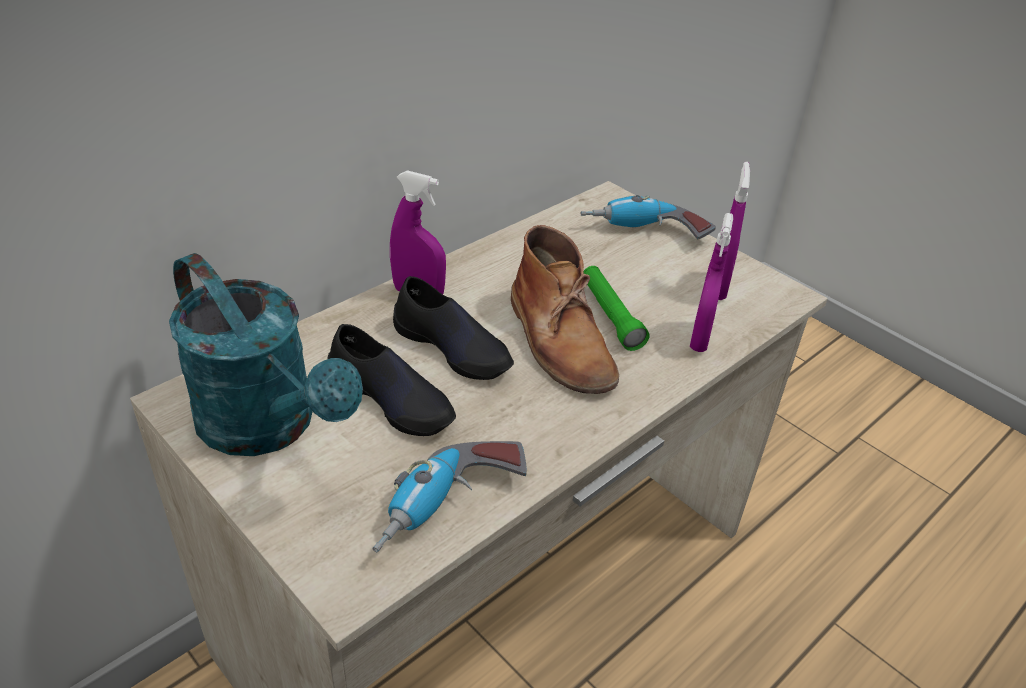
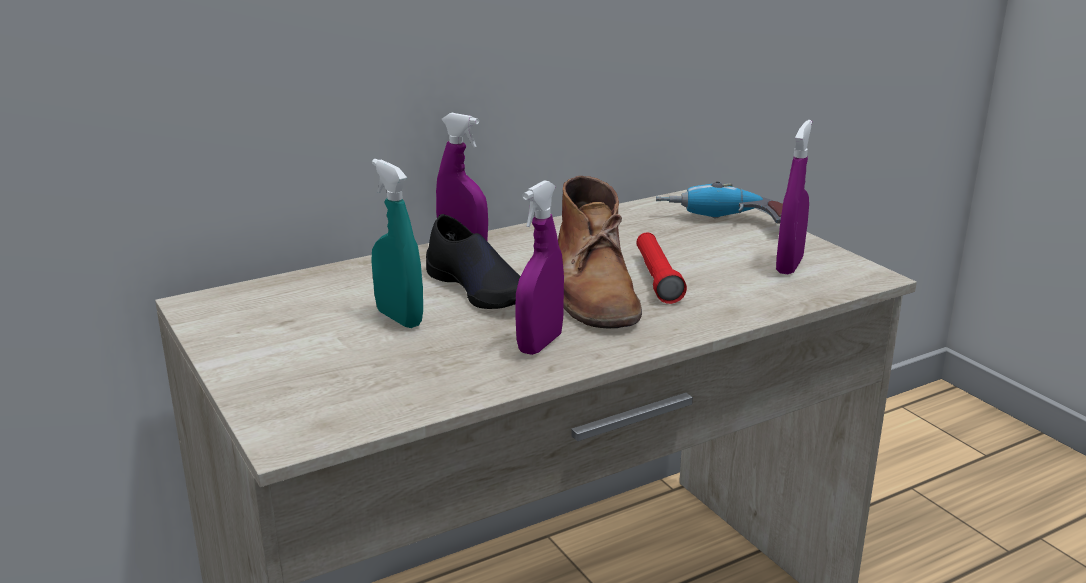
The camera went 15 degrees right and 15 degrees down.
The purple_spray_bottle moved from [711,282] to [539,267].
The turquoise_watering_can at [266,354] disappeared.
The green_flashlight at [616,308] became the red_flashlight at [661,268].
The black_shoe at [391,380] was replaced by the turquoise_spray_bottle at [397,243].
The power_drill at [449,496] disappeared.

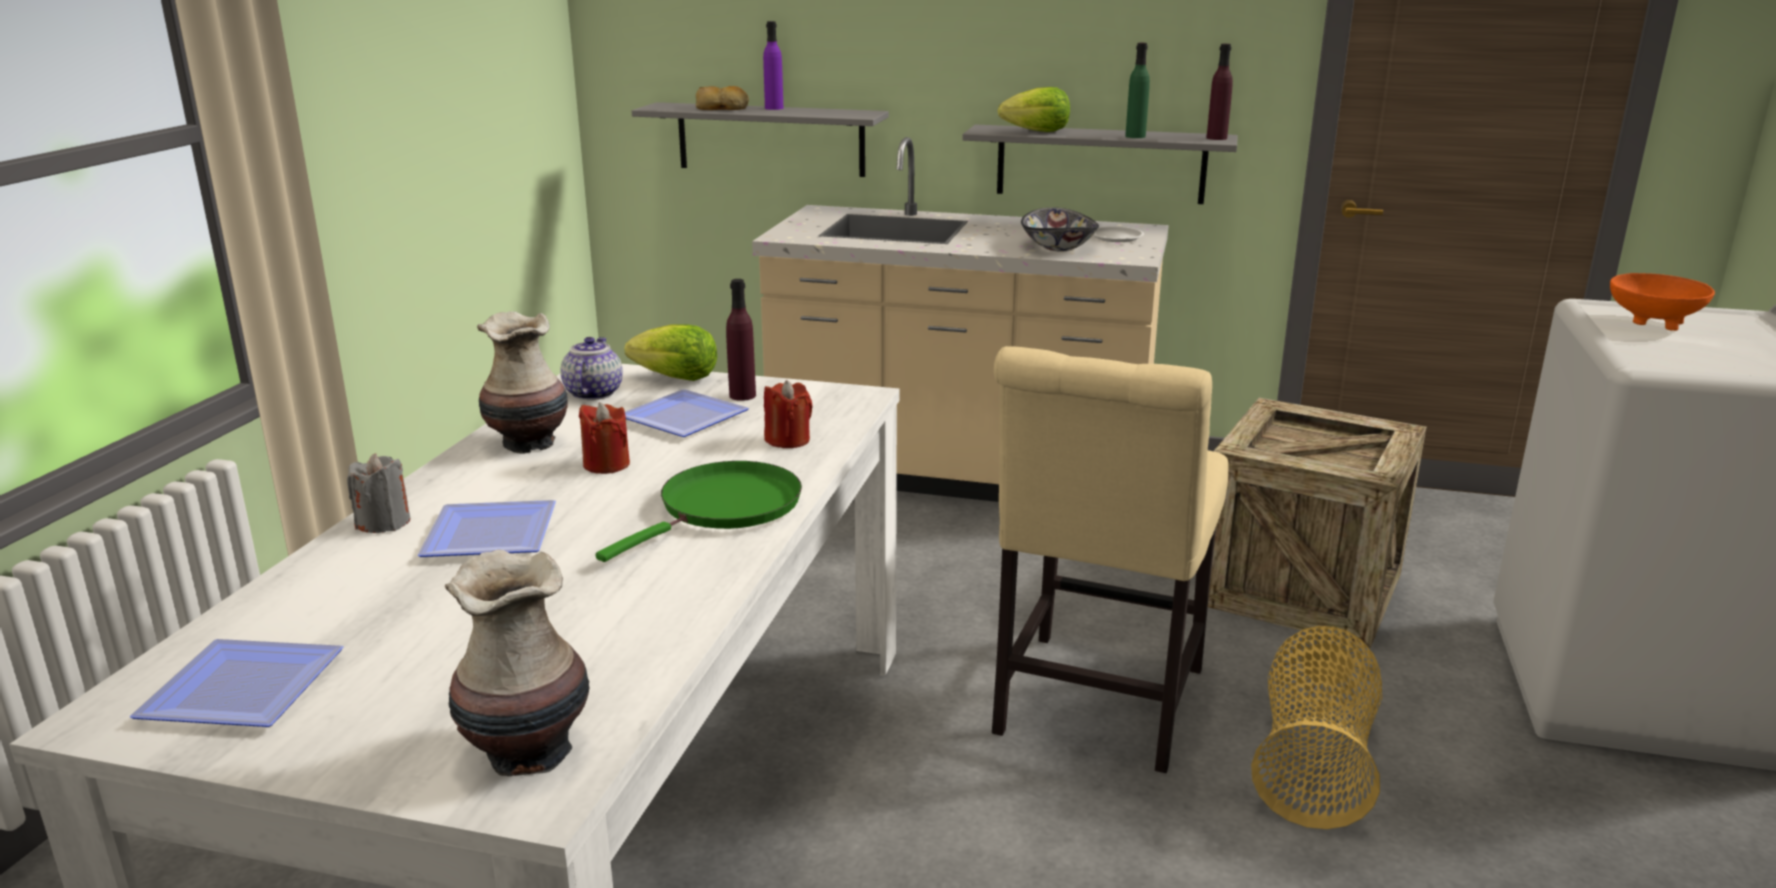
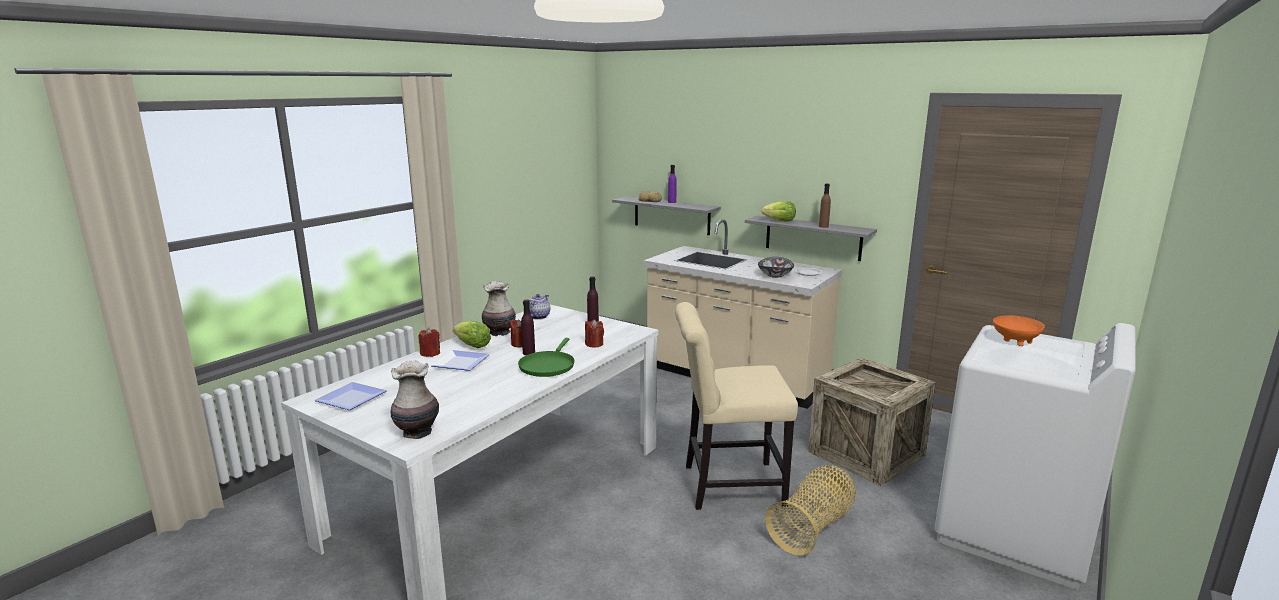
The camera went 20 degrees right and 5 degrees down.
The green_bottle at [1137,90] became the brown_bottle at [825,205].
The purple_bottle moved from [1219,92] to [528,327].
The lettuce moved from [670,352] to [472,334].
The beige_chair at [1110,559] turned 45 degrees clockwise.
The plate at [687,413] disappeared.
The grey_candle at [378,493] became the red_candle at [429,342].
The green_frying_pan at [699,511] turned 135 degrees clockwise.

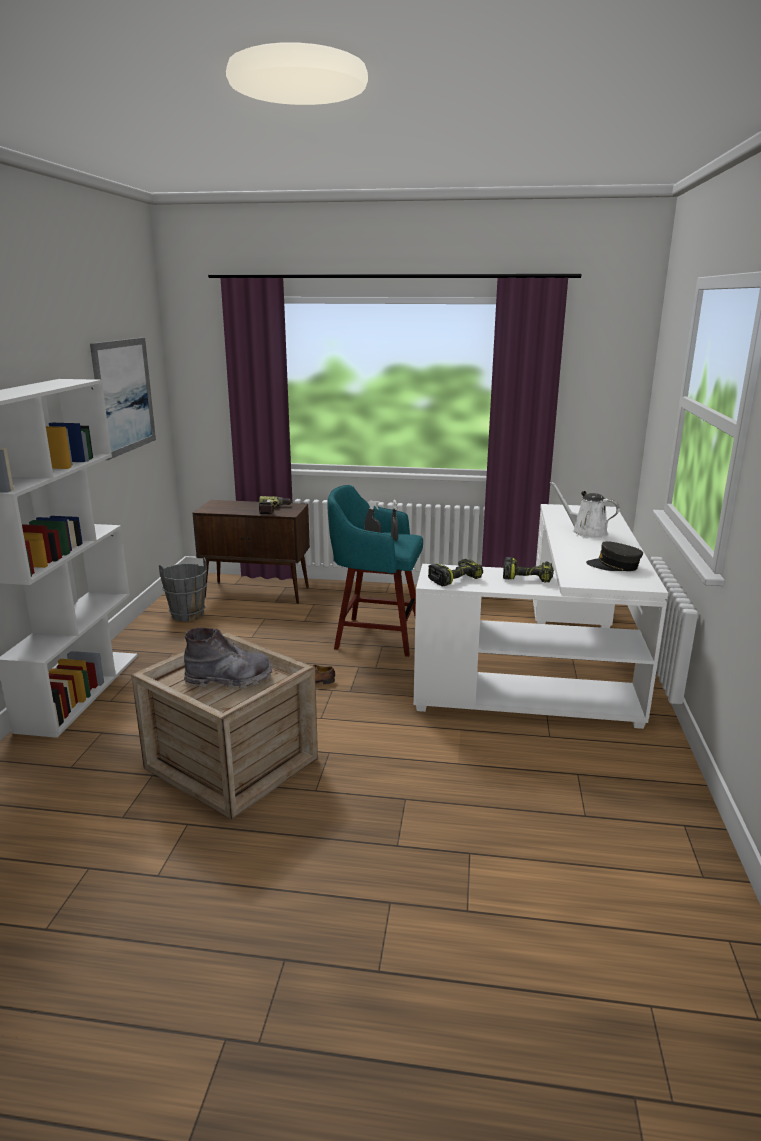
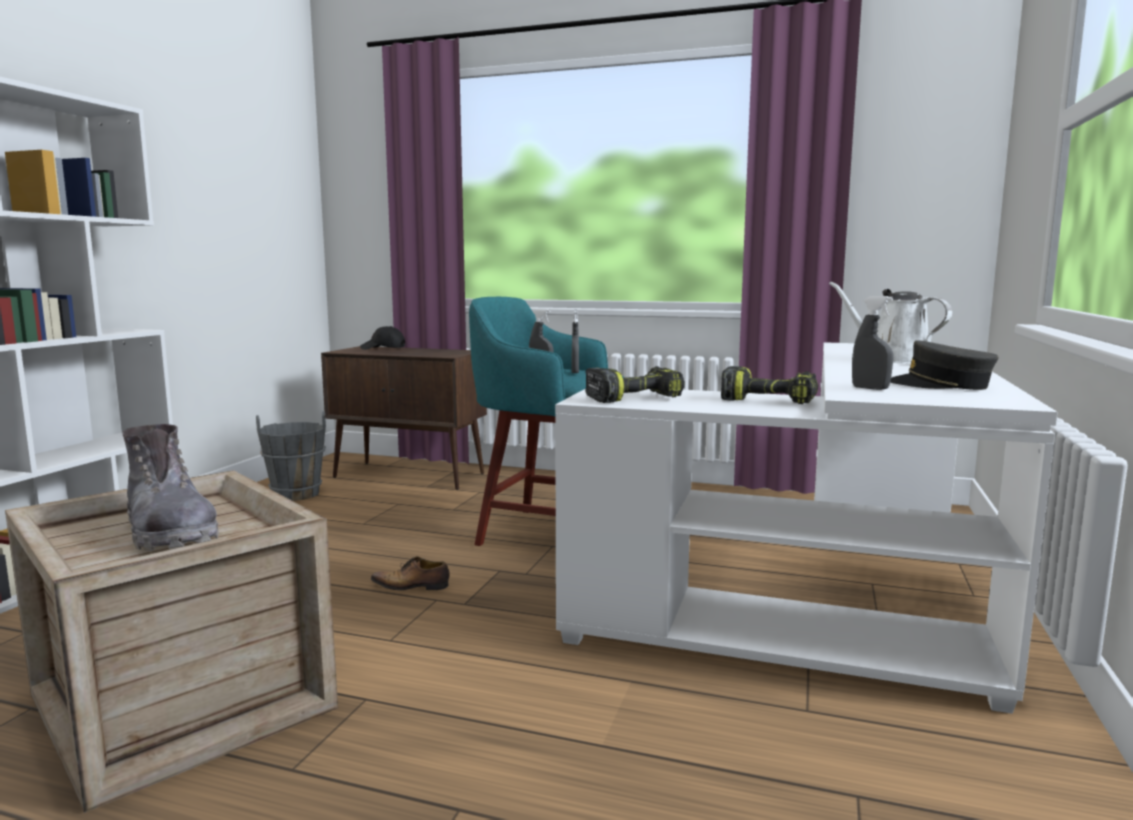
The camera went 10 degrees right and 10 degrees down.
The picture at [123,399] disappeared.
The power_drill at [275,505] disappeared.
The grey_boot at [228,658] turned 45 degrees clockwise.
The grey_spray_bottle at [872,343] appeared.
The black_cap at [382,338] appeared.

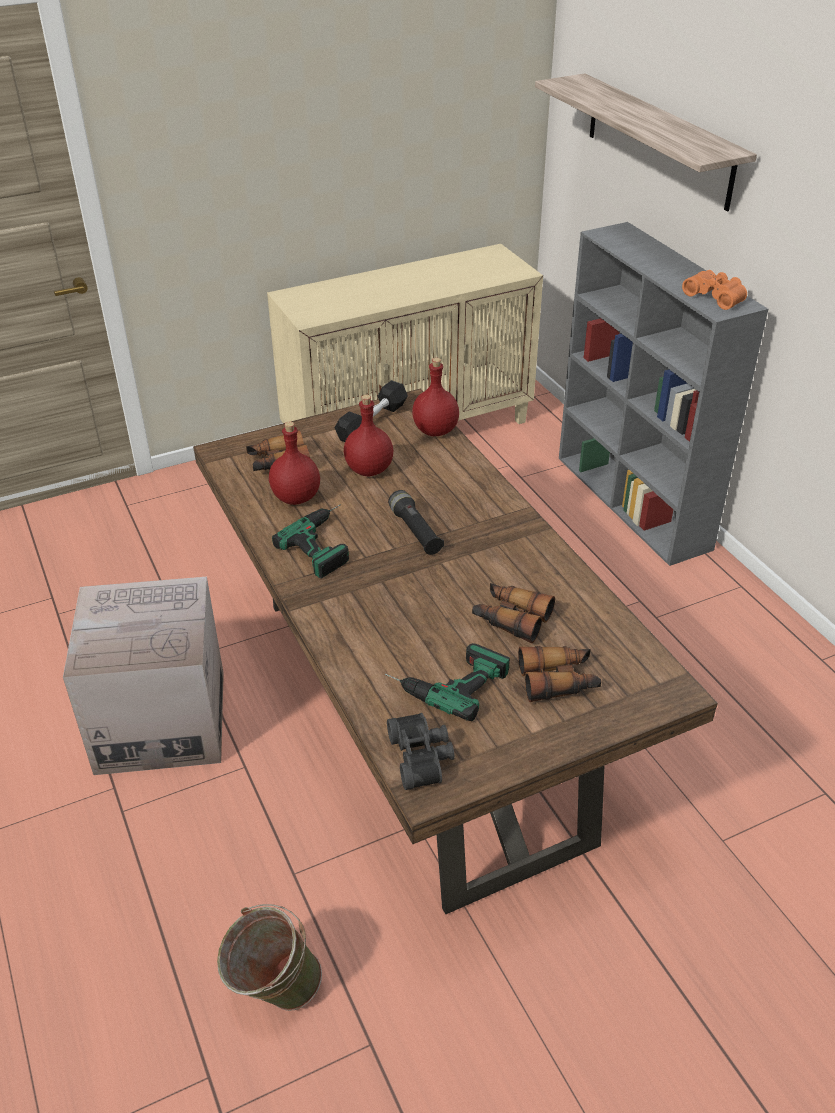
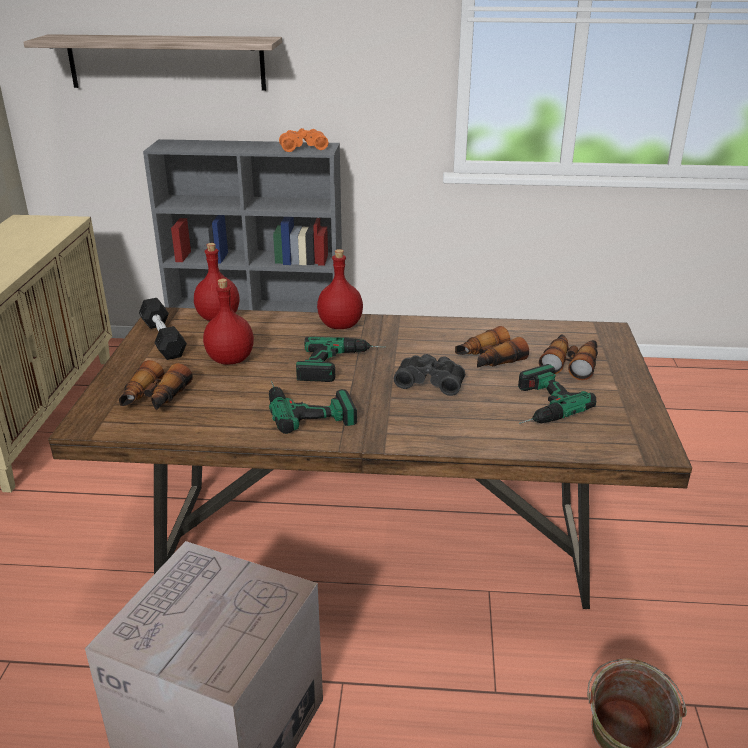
The camera went 60 degrees left and 10 degrees down.
The red_bottle moved from [294,463] to [340,289].
The black_flashlight at [416,522] was replaced by the power_drill at [340,359].
The black_binoculars moved from [421,751] to [429,375].

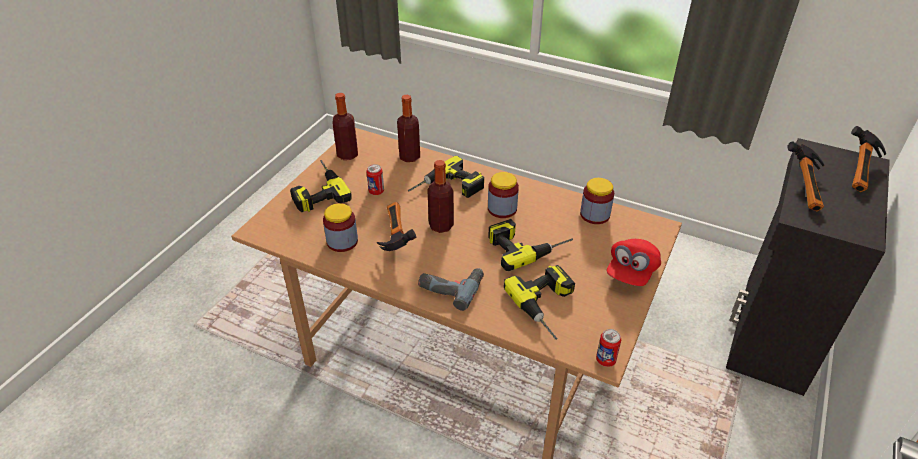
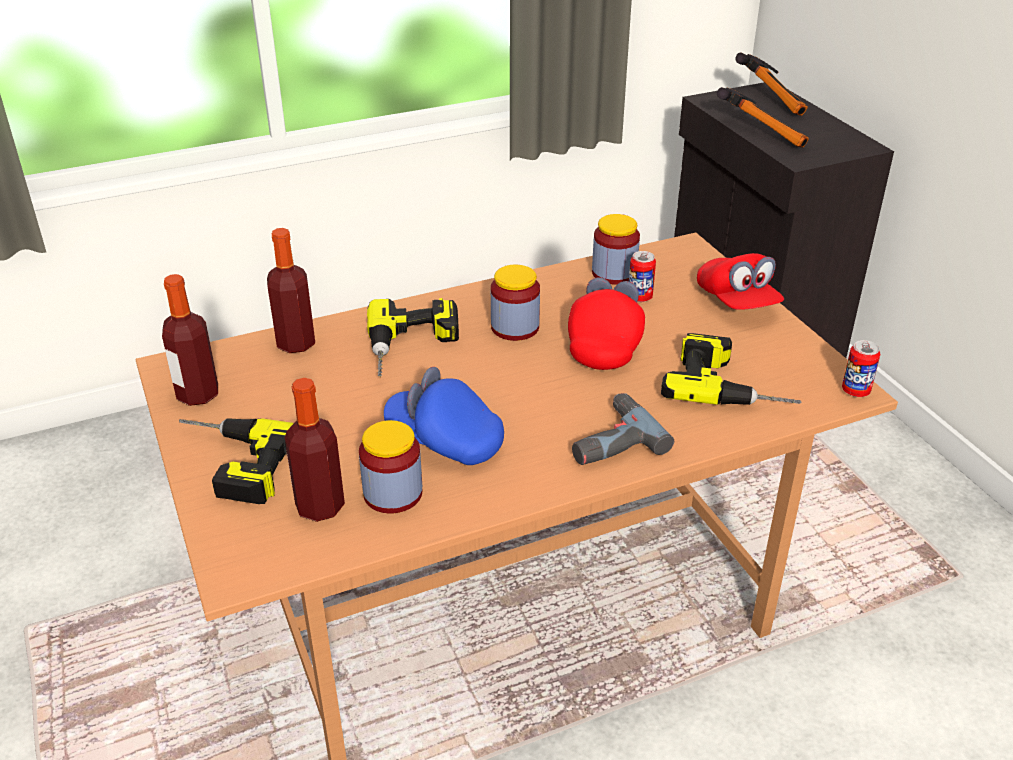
The camera went 50 degrees left and 5 degrees down.
The bottle moved from [440,196] to [315,450].
The can moved from [375,179] to [642,276].
The hammer at [396,226] was replaced by the blue_cap at [444,416].
The power_drill at [530,245] was replaced by the red_cap at [606,323].

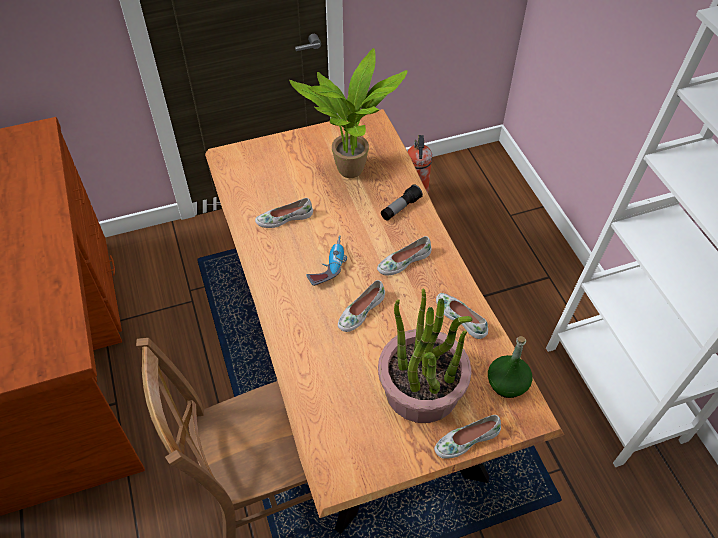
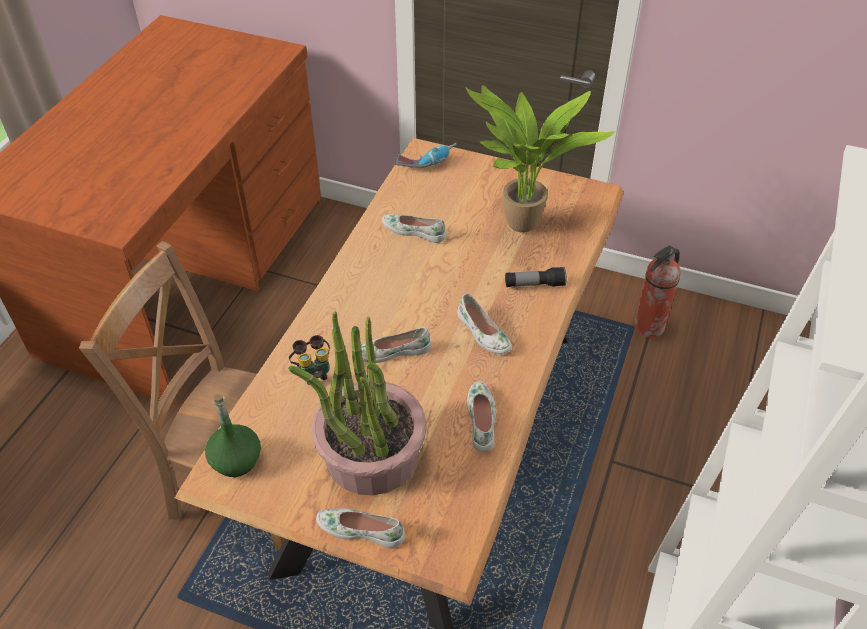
The camera went 40 degrees right and 5 degrees down.
The power_drill moved from [326,260] to [426,155].
The white_shoe at [404,255] turned 135 degrees counterclockwise.
The green_bottle moved from [510,367] to [233,435].
The binoculars at [309,360] appeared.

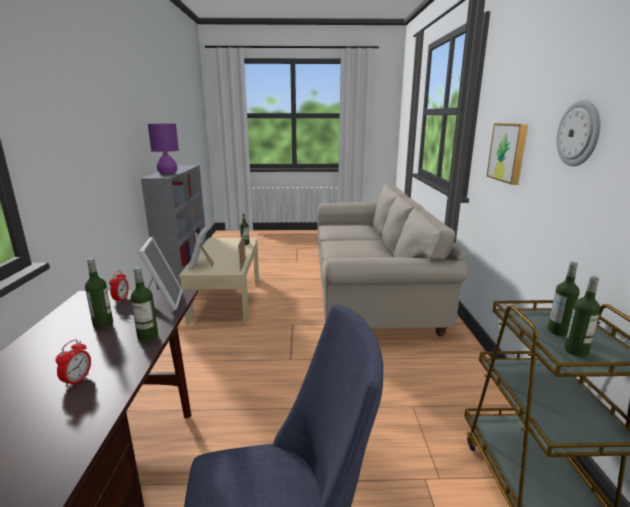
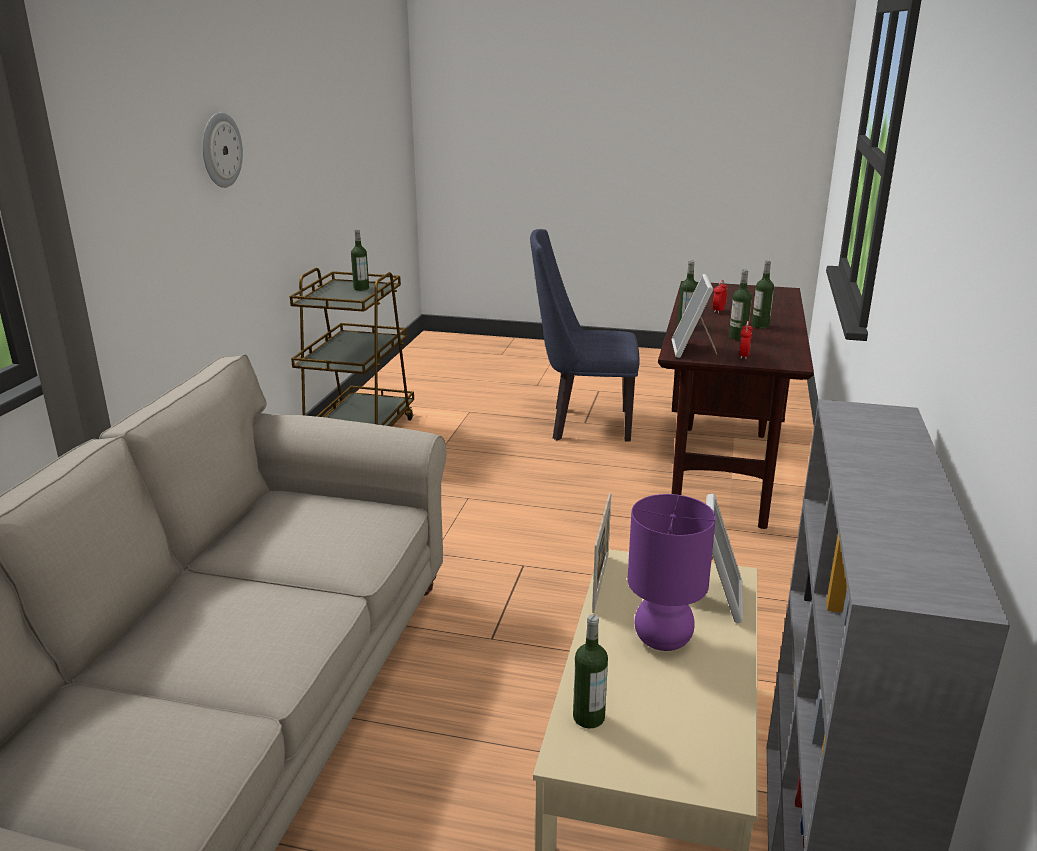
The camera went 165 degrees left and 5 degrees up.
The picture at [507,154] disappeared.
The purple_table_lamp moved from [163,149] to [671,572].
The bottle moved from [564,299] to [763,294].

